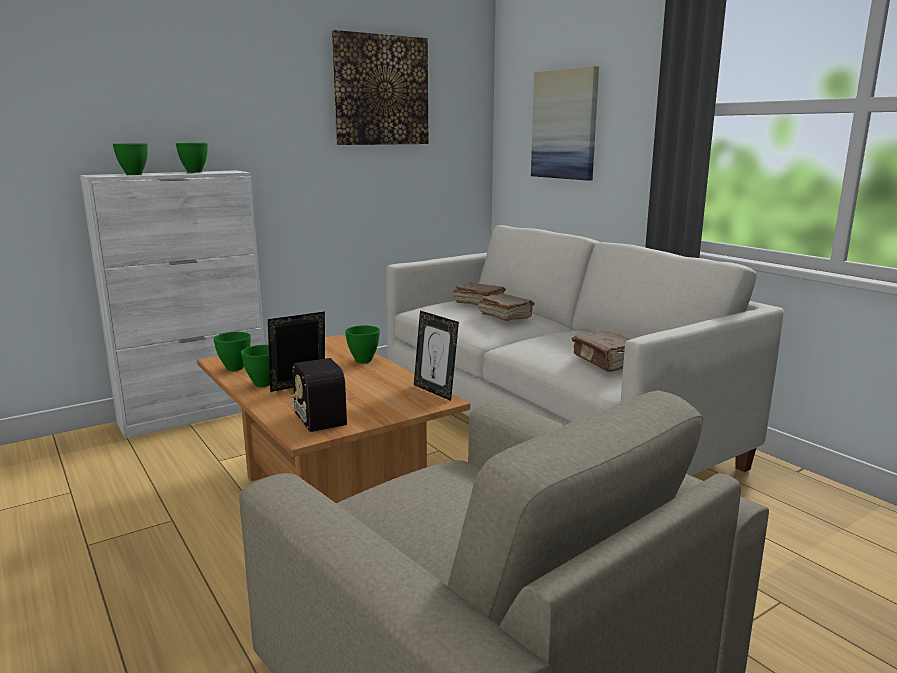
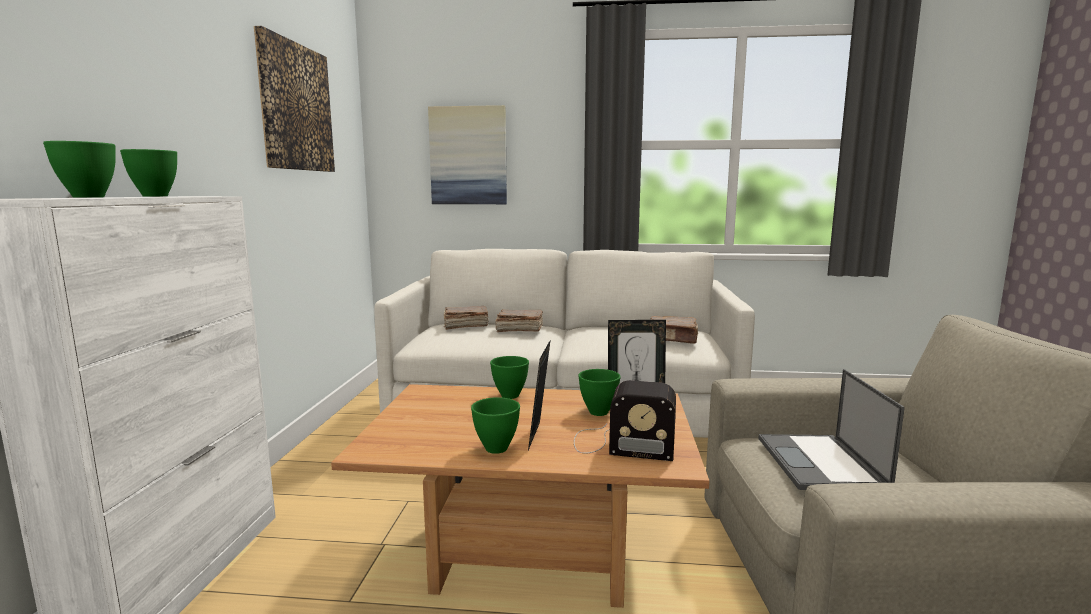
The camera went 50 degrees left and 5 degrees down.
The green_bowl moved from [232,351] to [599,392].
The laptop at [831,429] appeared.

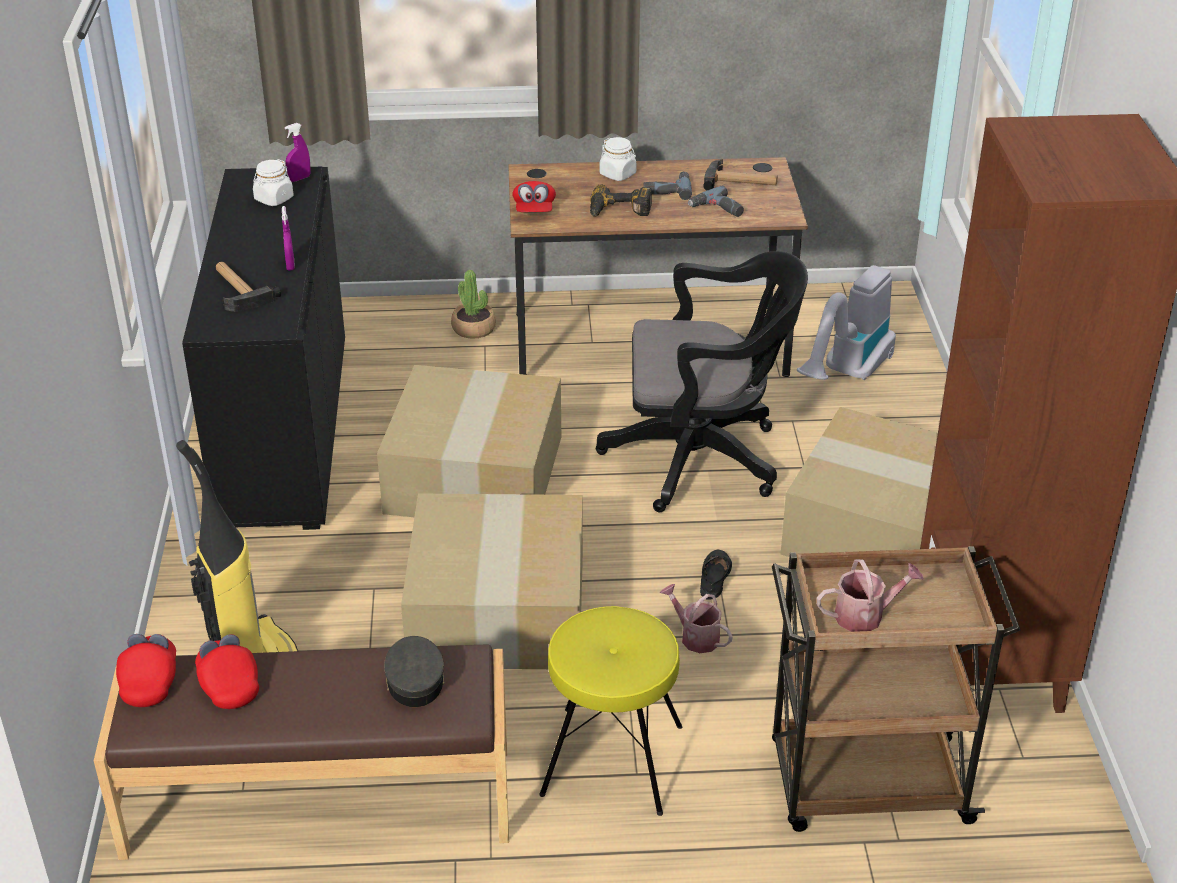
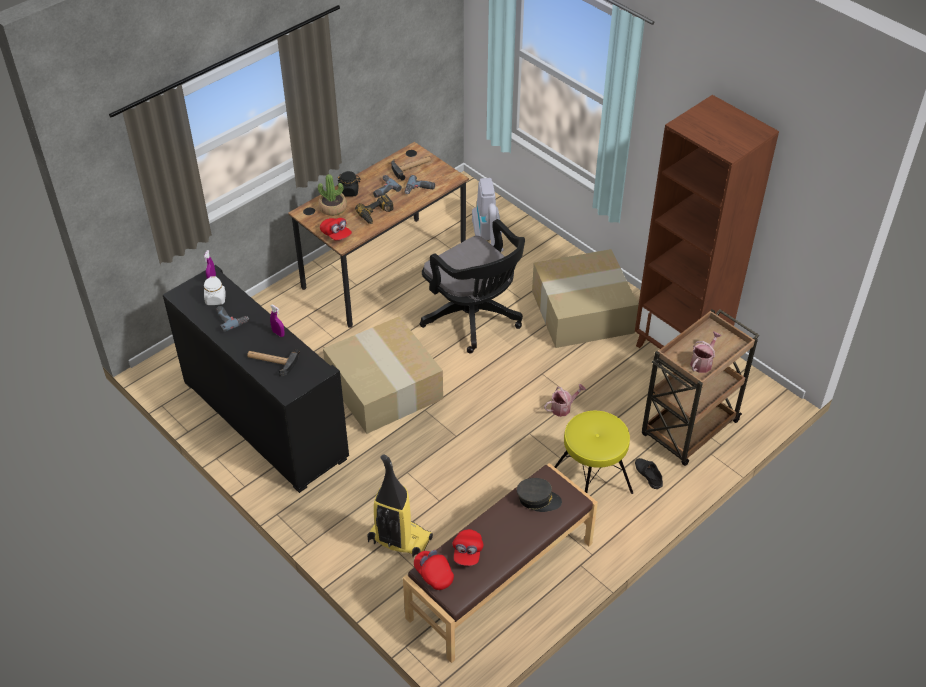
The camera went 40 degrees left and 10 degrees up.
The white_jar at [618,159] became the black_jar at [348,184].
The black_office_chair at [702,381] turned 90 degrees clockwise.
The potted_plant moved from [473,304] to [332,195].
The cardboard_box at [492,581] disappeared.
The black_shoe moved from [716,575] to [649,473].
The watering_can at [696,618] turned 150 degrees clockwise.
The red_cap at [227,671] turned 105 degrees counterclockwise.
The grey_cap at [414,671] turned 150 degrees clockwise.
The power_drill at [232,319] appeared.

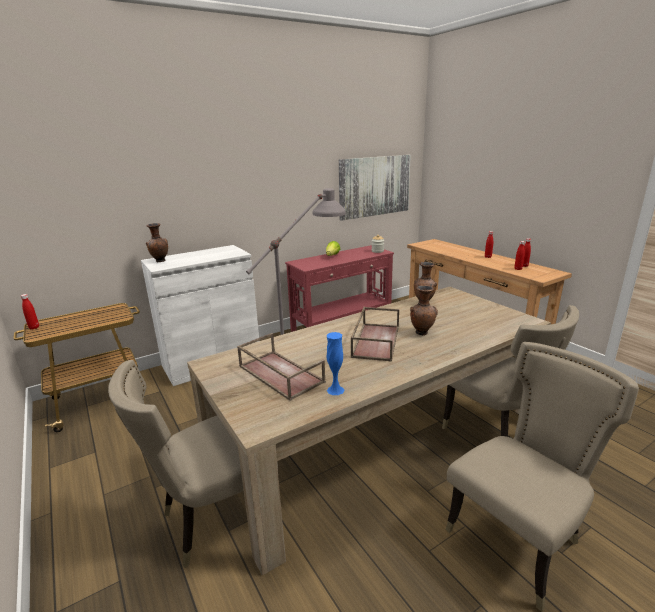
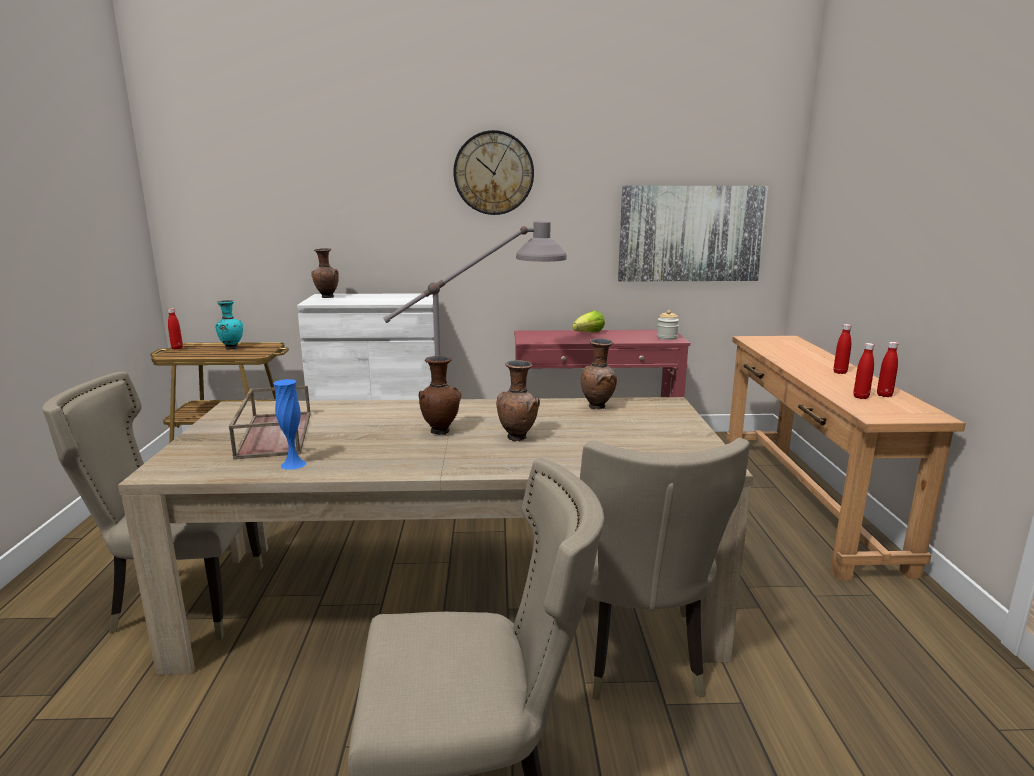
The camera went 30 degrees right and 5 degrees down.
The brown_tray at [375,334] was replaced by the brown_vase at [440,395].
The wall_clock at [493,172] appeared.
The turquoise_vase at [229,325] appeared.

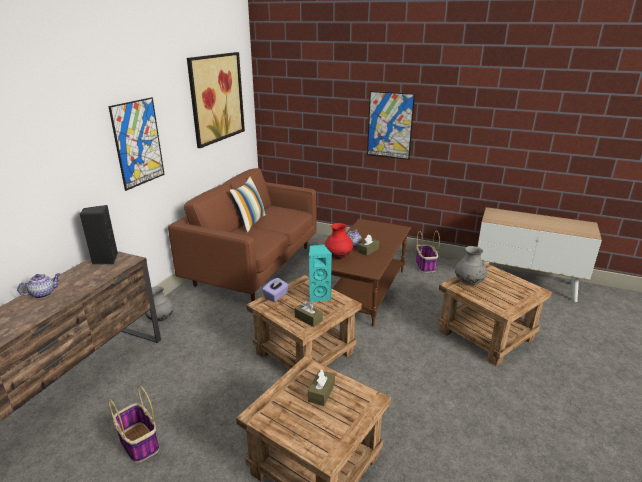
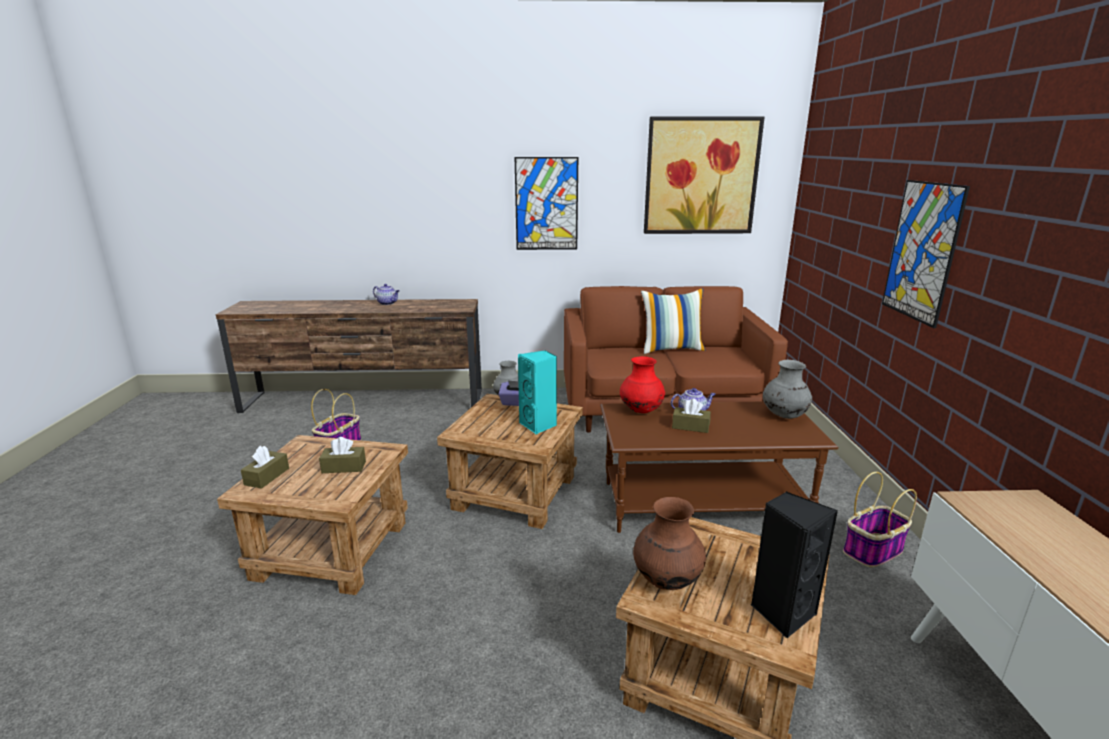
The camera went 65 degrees right and 5 degrees down.
The black_speaker moved from [99,234] to [794,565].
The grey_vase moved from [471,265] to [787,389].
The brown_tissue_box moved from [308,314] to [265,467].
The brown_vase at [669,543] appeared.

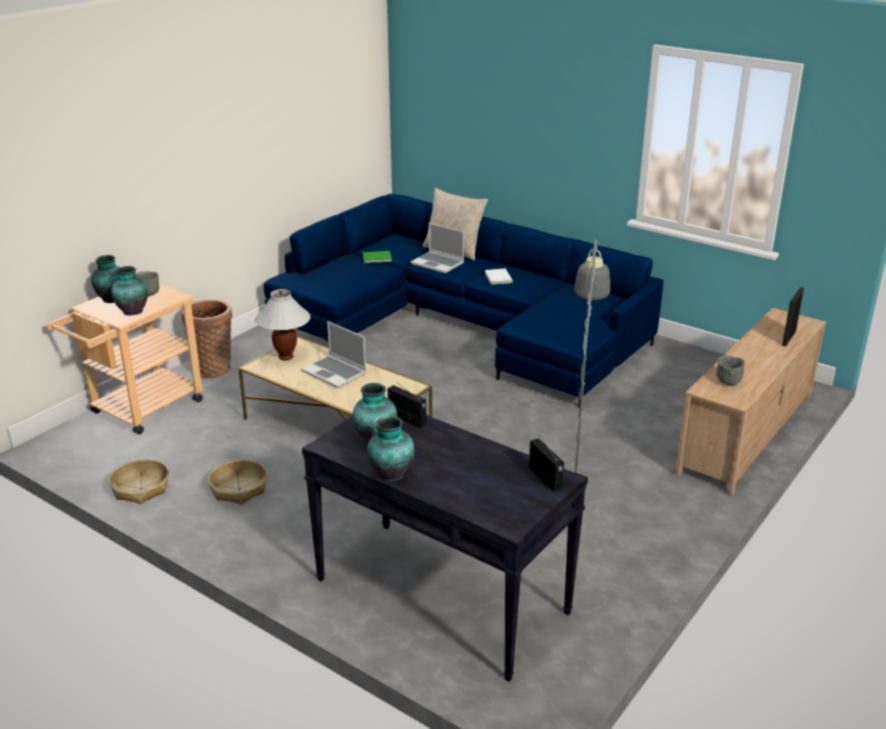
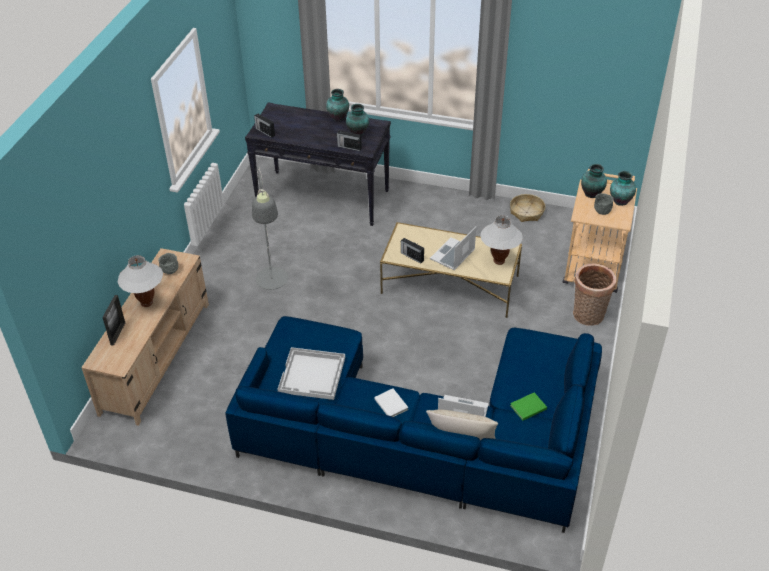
The camera went 160 degrees right and 15 degrees up.
The laptop at [333,354] turned 75 degrees counterclockwise.
The basket at [237,482] disappeared.
The radio at [412,251] appeared.
The white_table_lamp at [140,281] appeared.
The white_tray at [311,373] appeared.

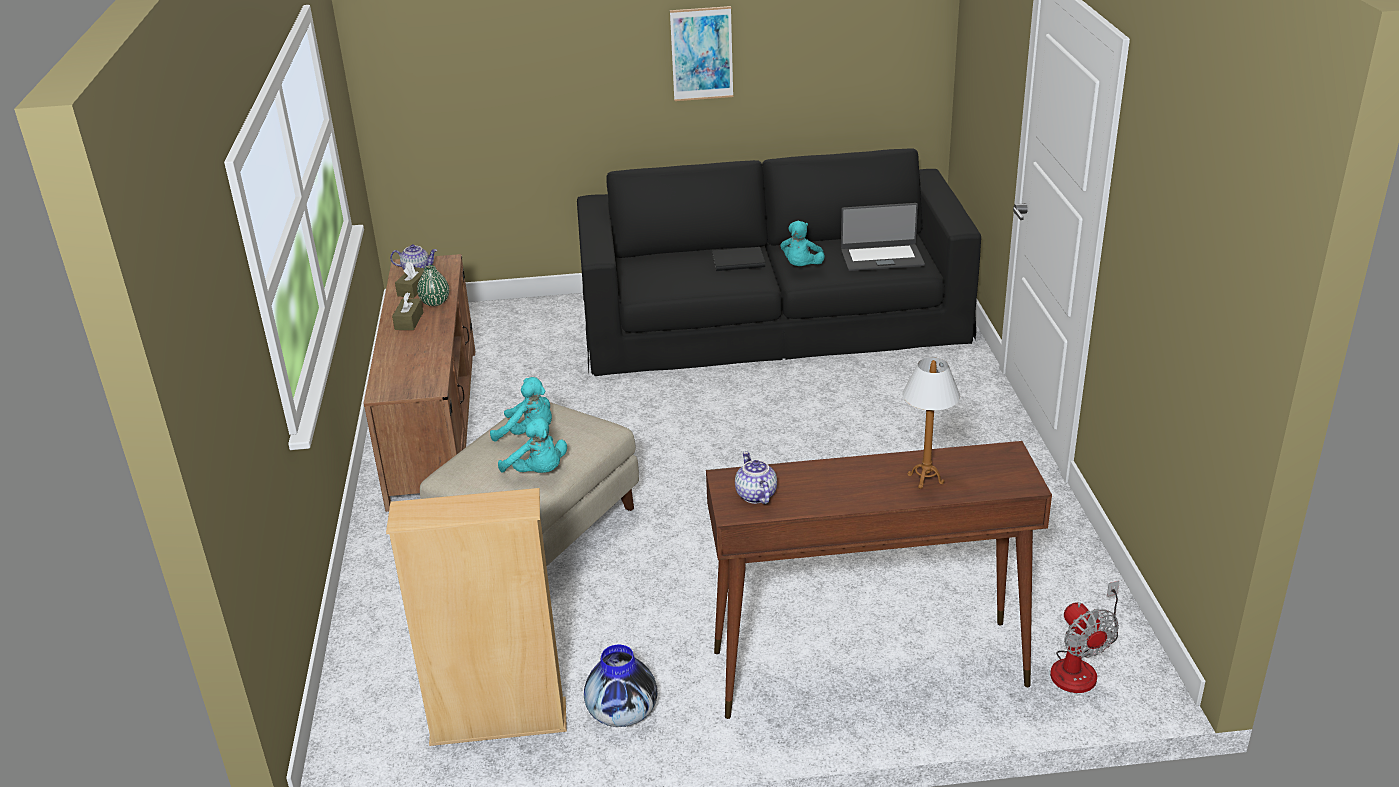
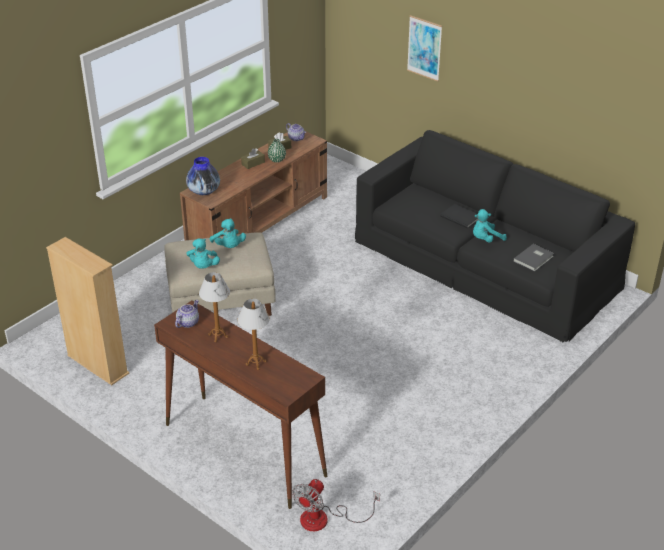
The camera went 45 degrees right and 5 degrees up.
The picture moved from [701,53] to [424,48].
The laptop at [883,237] was replaced by the grey_book at [533,257].
The vase moved from [620,686] to [203,176].
The table_lamp at [214,307] appeared.

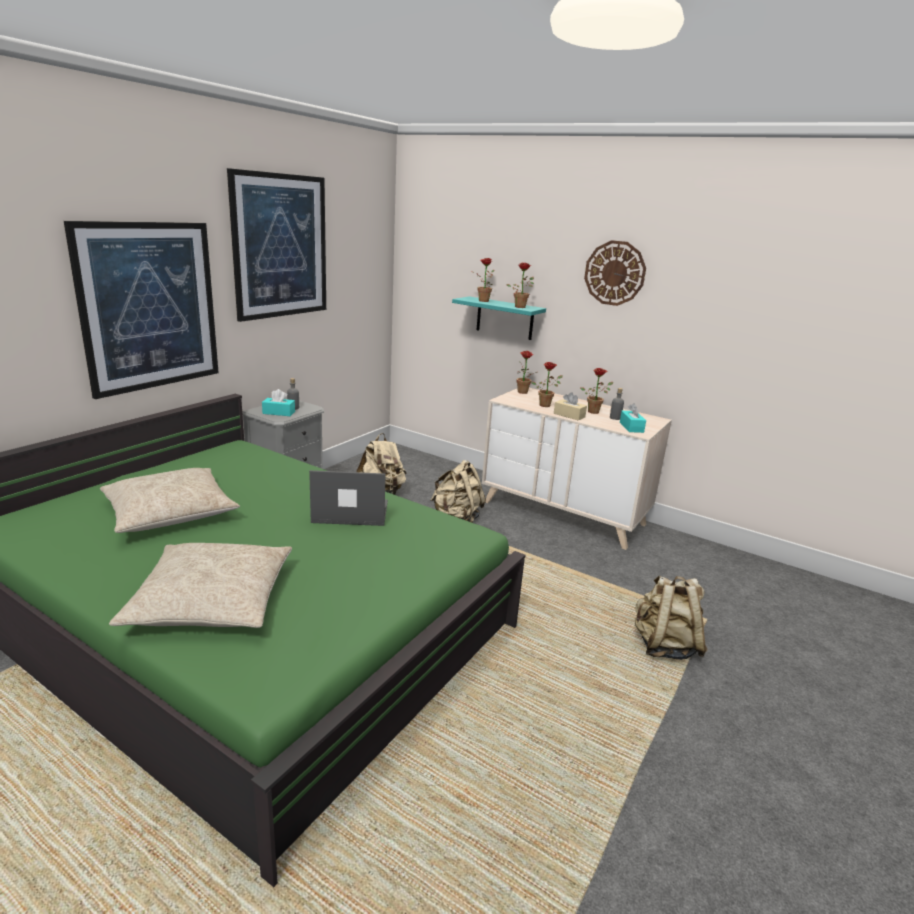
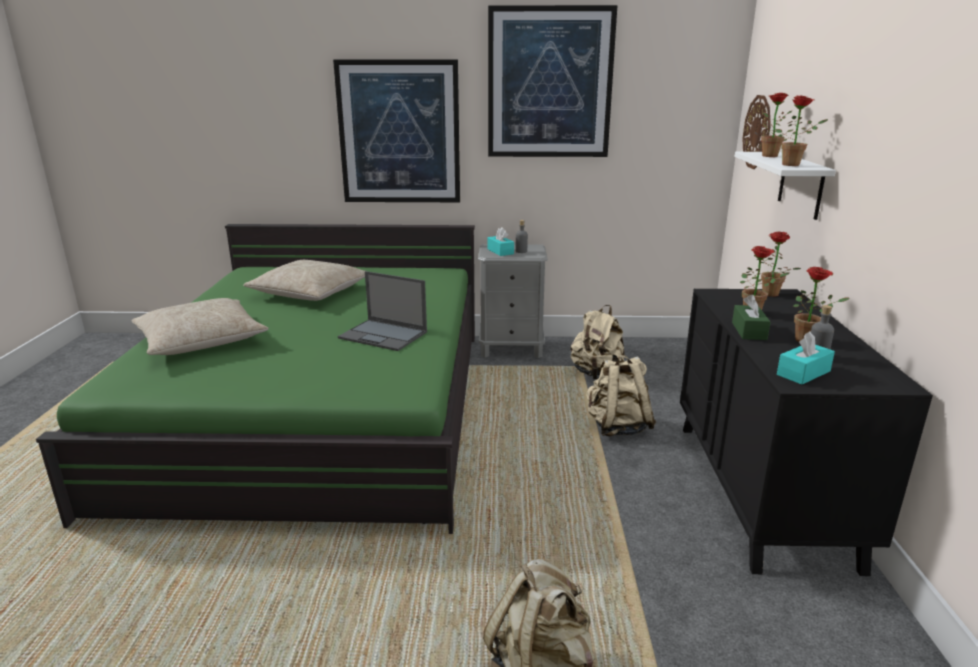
The camera went 60 degrees right and 0 degrees up.
The wall_clock moved from [615,273] to [756,132].
The turquoise_shelf at [499,318] became the white_shelf at [785,186].
The beige_dresser at [577,469] became the black_dresser at [806,432].
The beige_tissue_box at [570,406] became the green_tissue_box at [751,317].
The laptop at [348,498] turned 150 degrees clockwise.

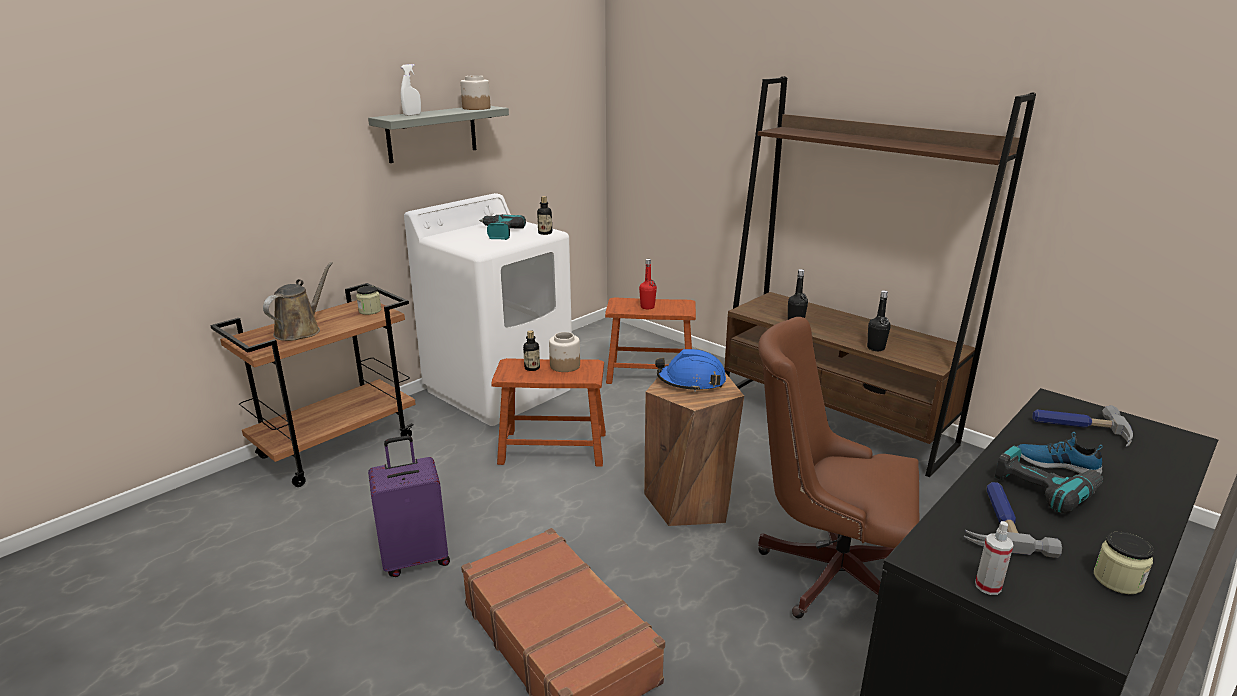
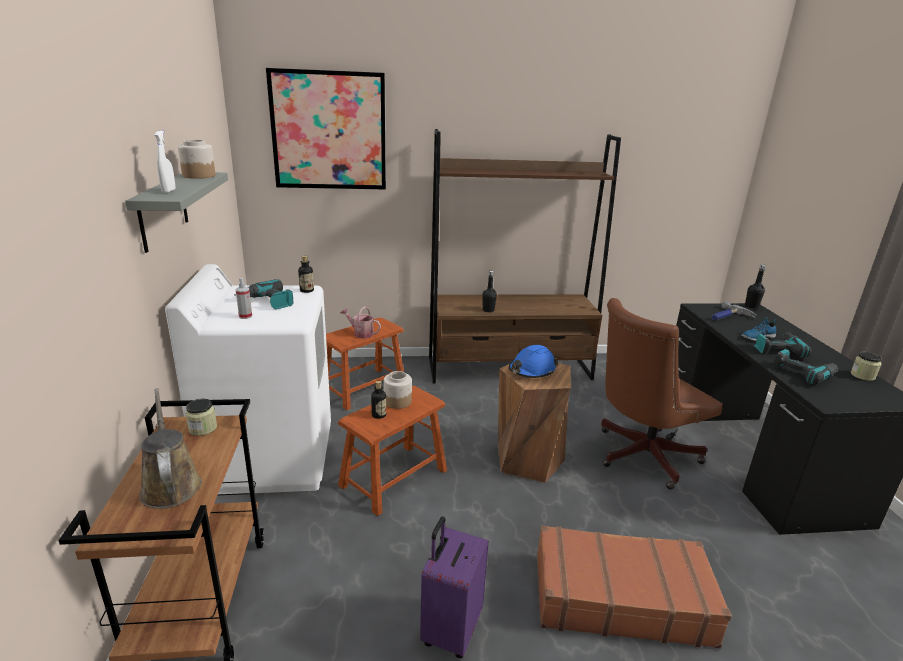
The camera went 50 degrees left and 0 degrees up.
The red_bottle at [648,284] was replaced by the watering_can at [361,323].
The black_bottle moved from [879,320] to [755,286].
The hammer at [1013,520] was replaced by the power_drill at [805,367].
The spray_bottle moved from [994,558] to [243,298].
The picture at [326,129] appeared.

